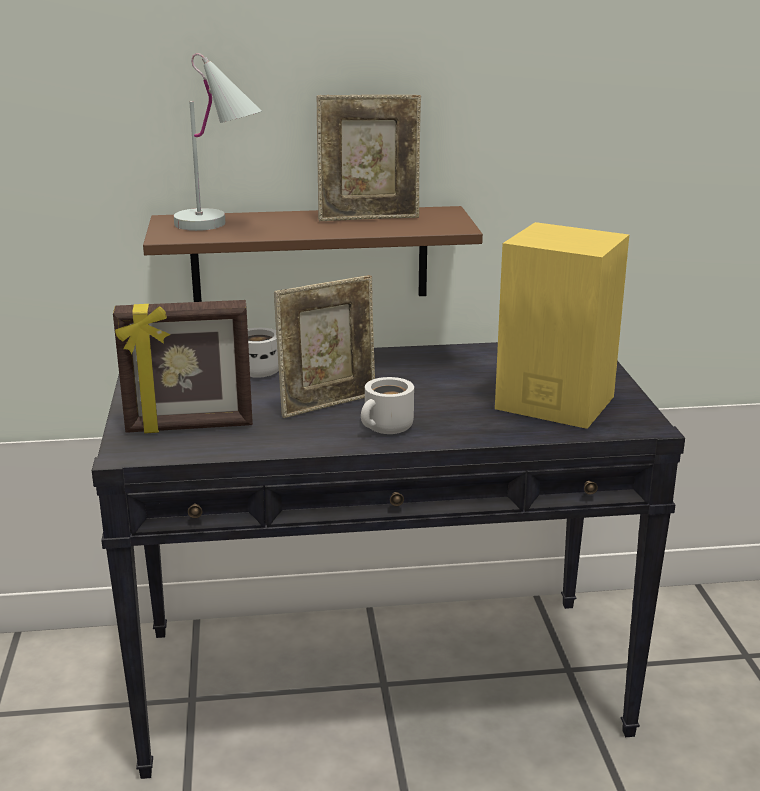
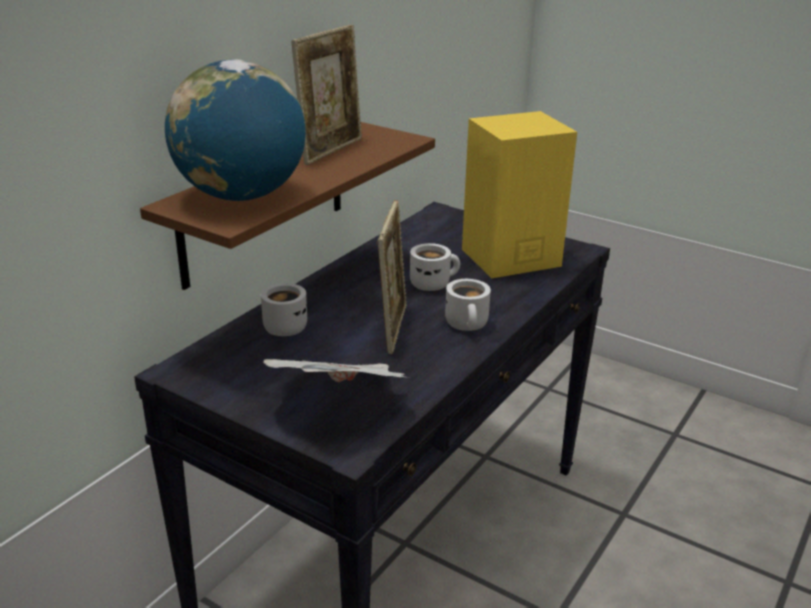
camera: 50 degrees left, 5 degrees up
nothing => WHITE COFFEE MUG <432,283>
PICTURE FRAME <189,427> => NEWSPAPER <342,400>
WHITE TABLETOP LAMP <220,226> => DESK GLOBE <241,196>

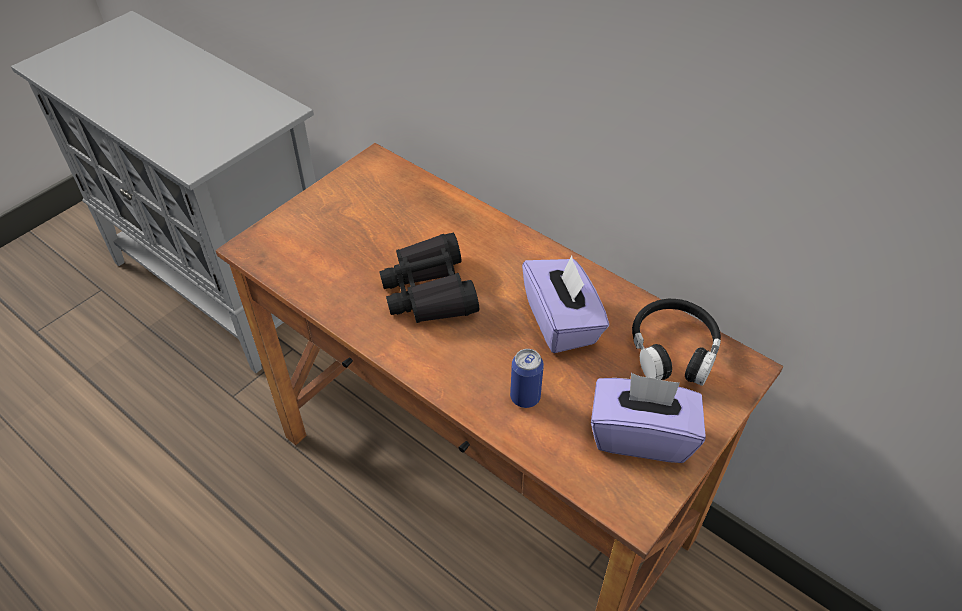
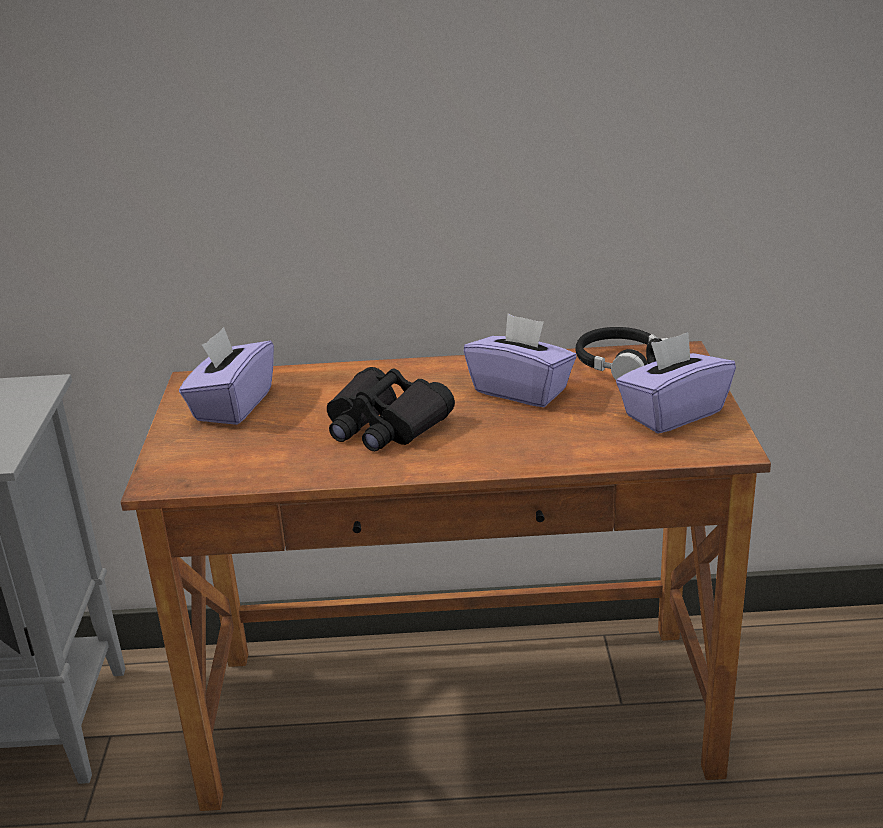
camera: 40 degrees left, 20 degrees down
SEALED CAN <525,397> => nothing
nothing => PURPLE-COLOURED BOX OF TISSUES <232,405>

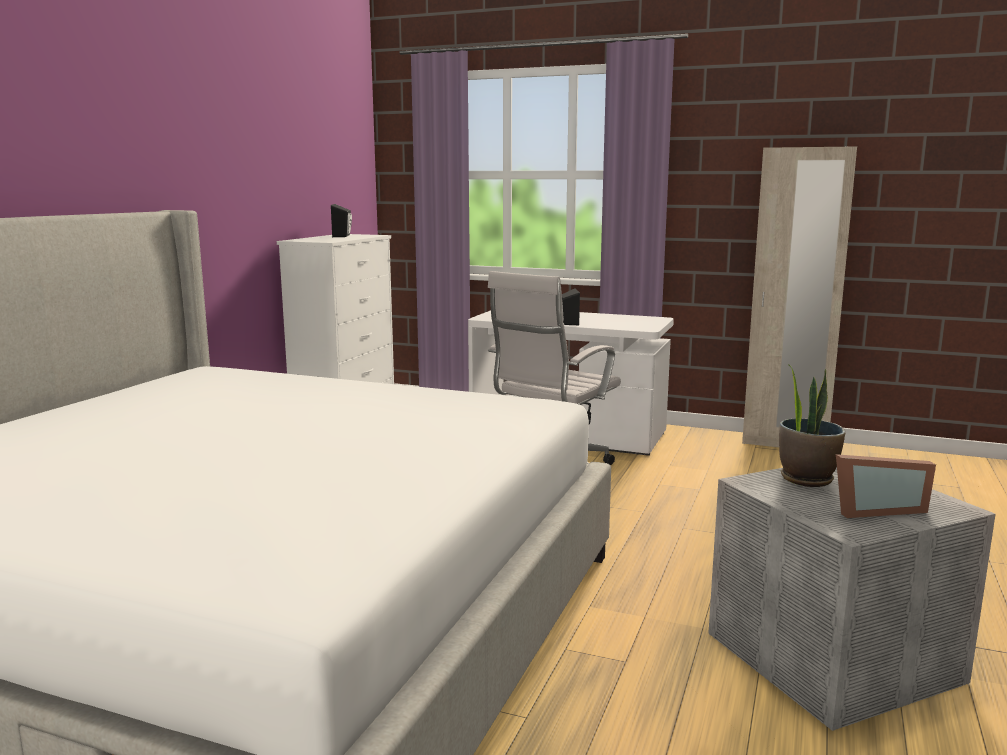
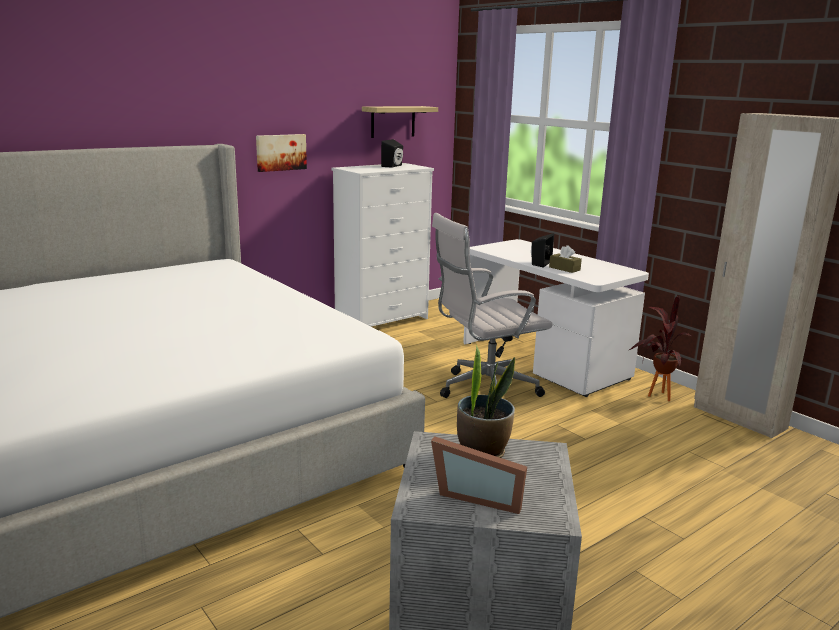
camera: 30 degrees right, 5 degrees up
nothing => WALL ART <280,152>
nothing => WALL SHELF <393,121>
nothing => BROWN BOX OF TISSUES <564,268>
nothing => HOUSEPLANT <654,397>

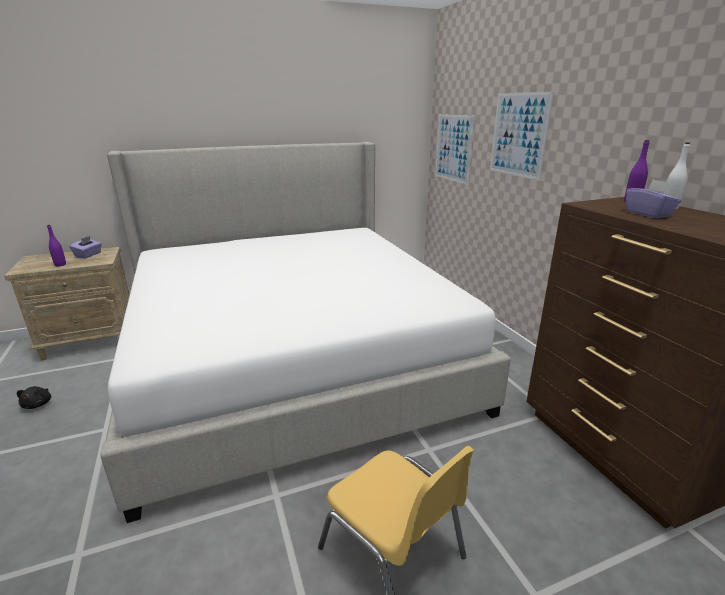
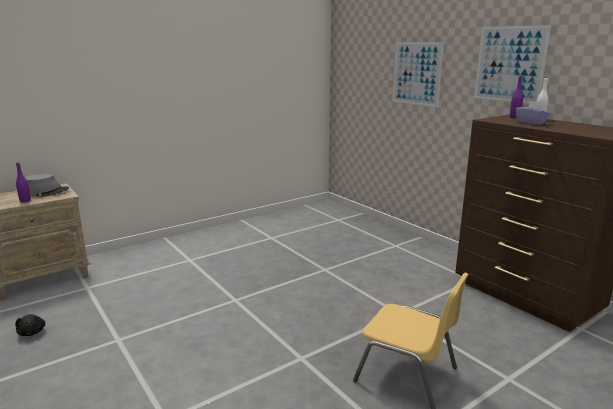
camera: 15 degrees left, 5 degrees down
BED <293,360> => nothing
WALL ART <453,148> => WALL ART <510,64>, moved
PURPLE-COLOURED BOX OF TISSUES <88,255> => GREYISH CLOTHING HAT <44,192>

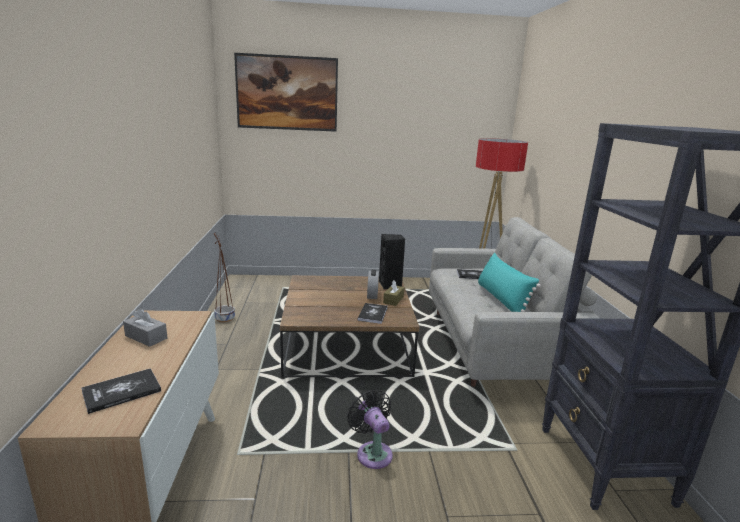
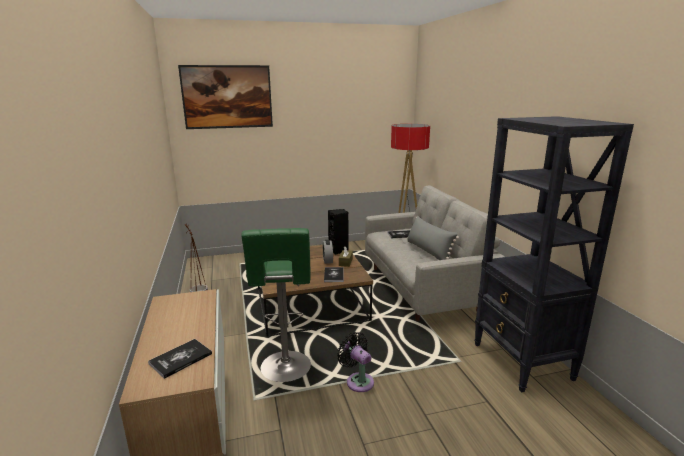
camera: 10 degrees left, 0 degrees up
GREYISH BOX OF TISSUES <146,337> => nothing
nothing => GREENISH SITTING STOOL <286,369>
TURQUOISE-COLOURED THROW PILLOW <501,300> => GREYISH THROW PILLOW <428,251>

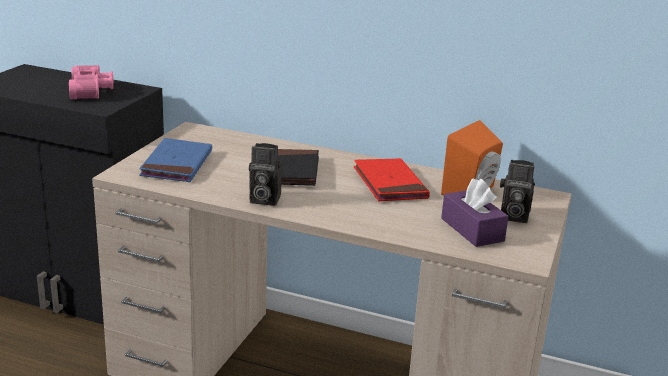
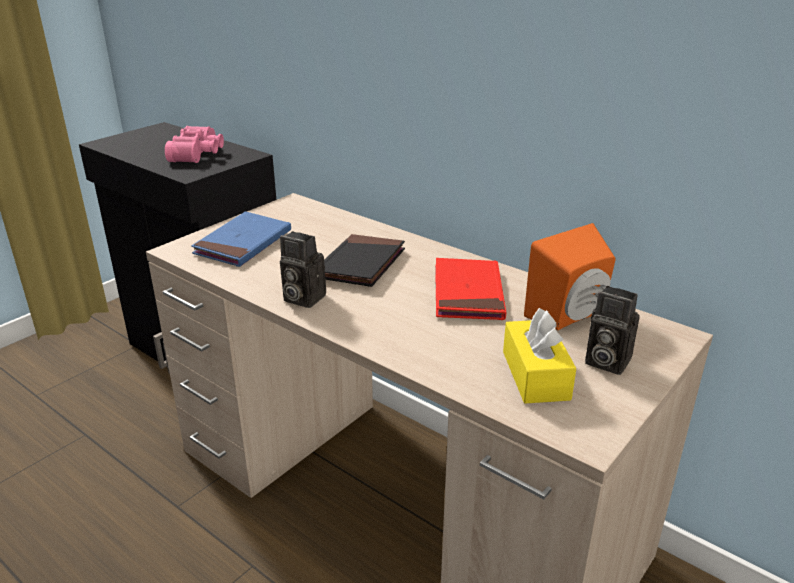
camera: 20 degrees right, 5 degrees up
PURPLE-COLOURED BOX OF TISSUES <472,230> => YELLOWISH BOX OF TISSUES <535,375>

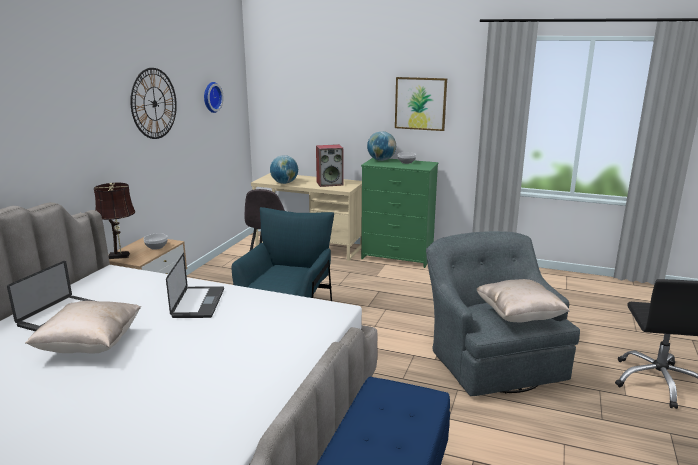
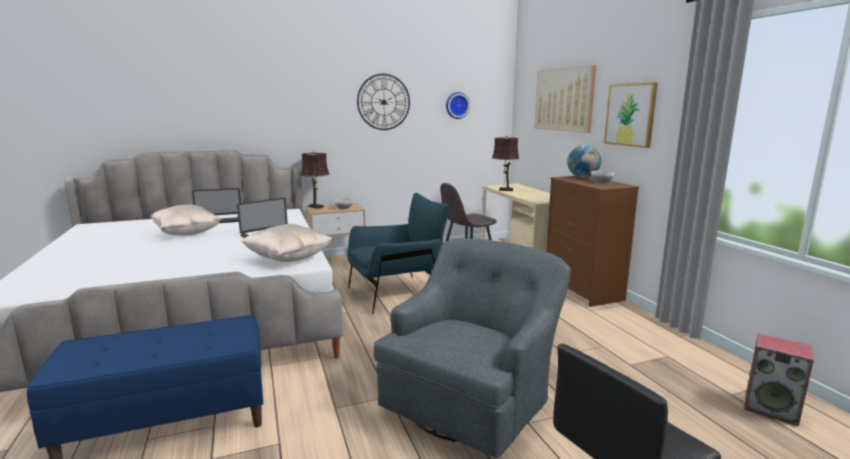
camera: 50 degrees right, 5 degrees down
nothing => WALL ART <563,99>
AUDIO SPEAKER <330,183> => AUDIO SPEAKER <772,409>, moved
SAND-COLOURED THROW PILLOW <518,316> => SAND-COLOURED THROW PILLOW <288,259>, moved
DESK GLOBE <284,183> => BROWN TABLETOP LAMP <504,190>
GREENISH DRESSER <398,257> => BROWN DRESSER <583,290>

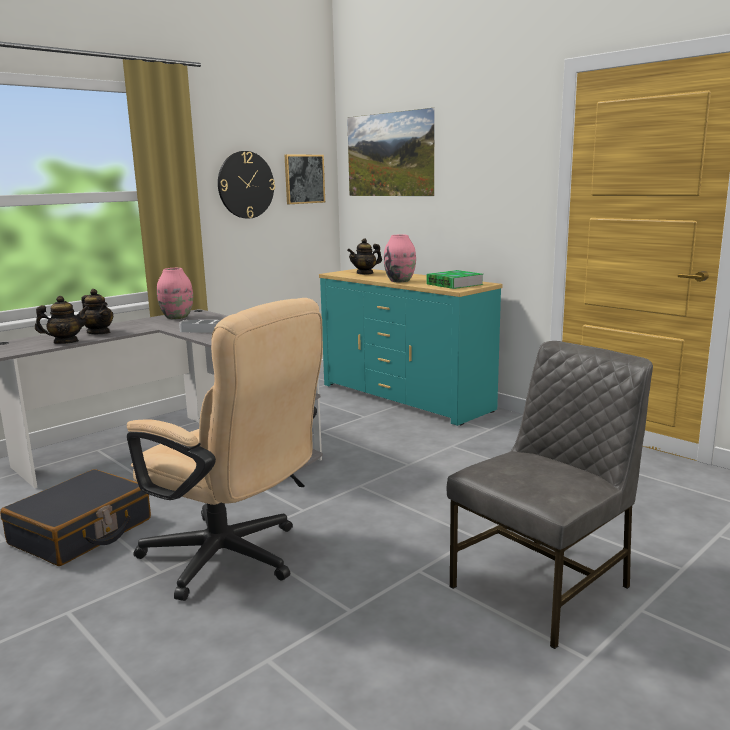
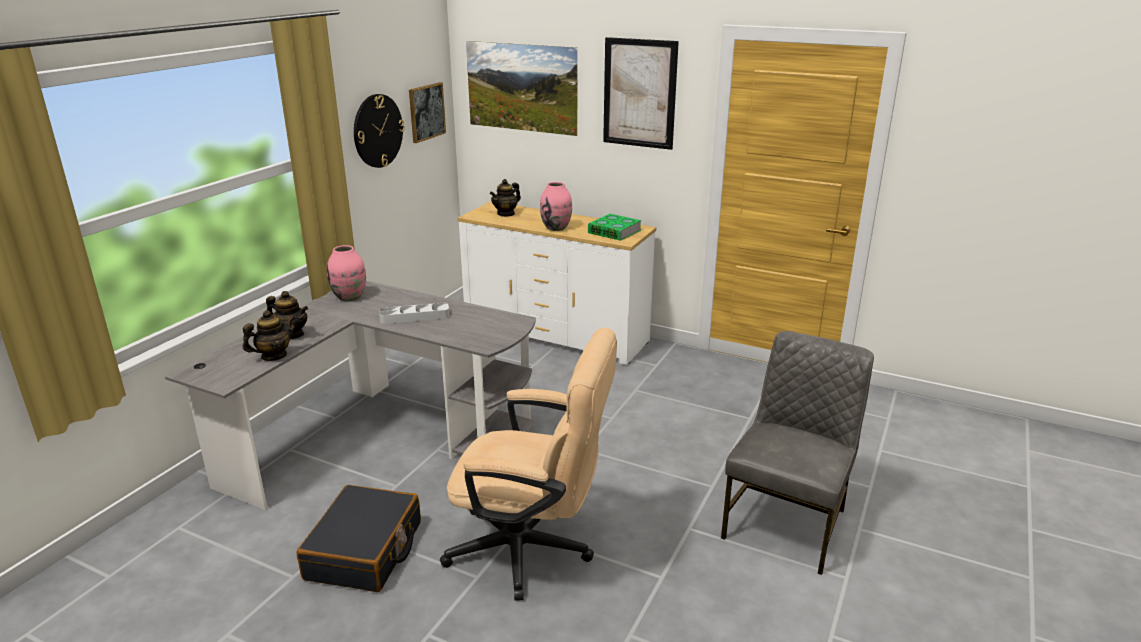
camera: 20 degrees left, 10 degrees up
nothing => WALL ART <639,93>
TURQUOISE-COLOURED DRESSER <405,397> => WHITE DRESSER <556,334>

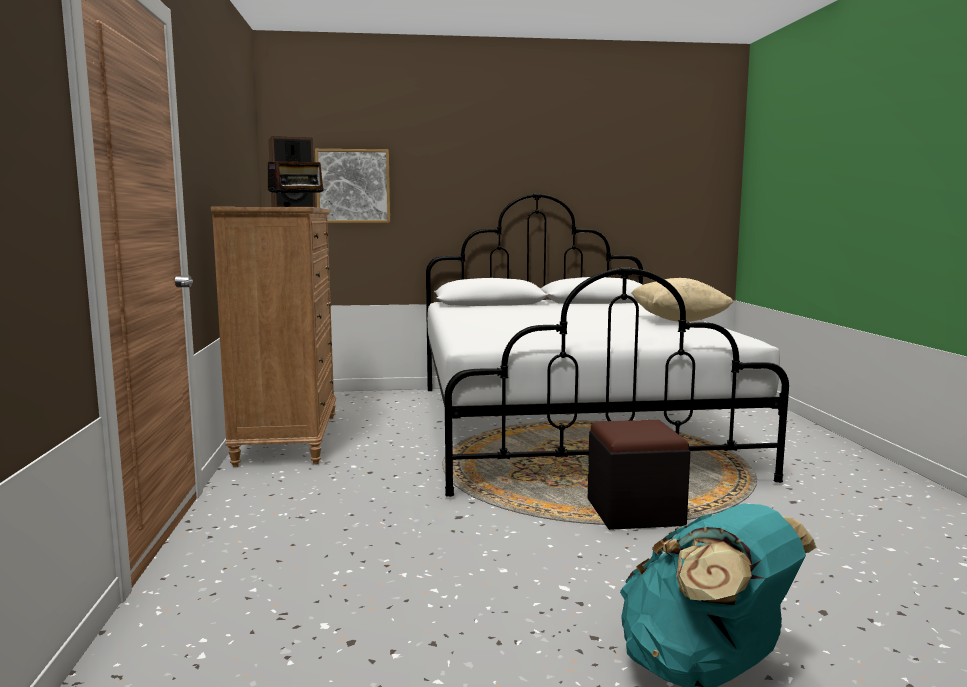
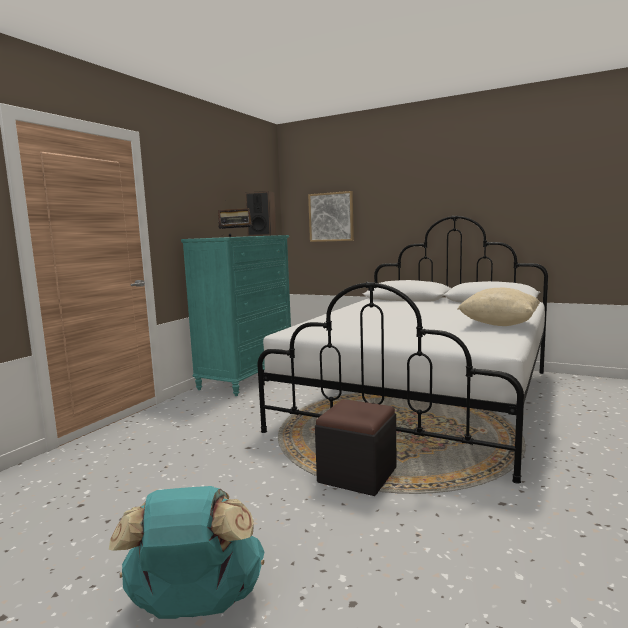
camera: 35 degrees right, 0 degrees up
BROWN DRESSER <287,439> => TURQUOISE-COLOURED DRESSER <247,378>

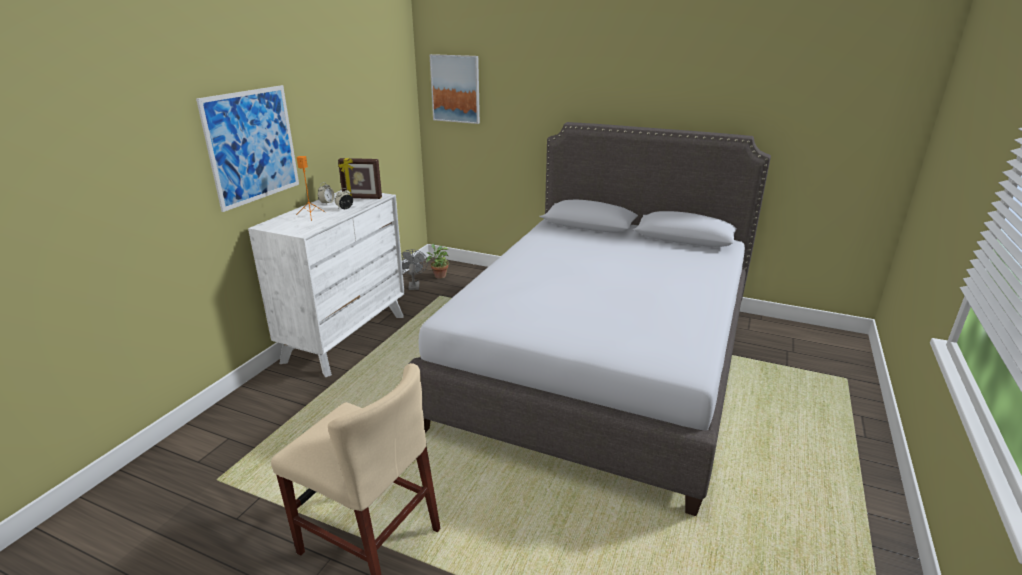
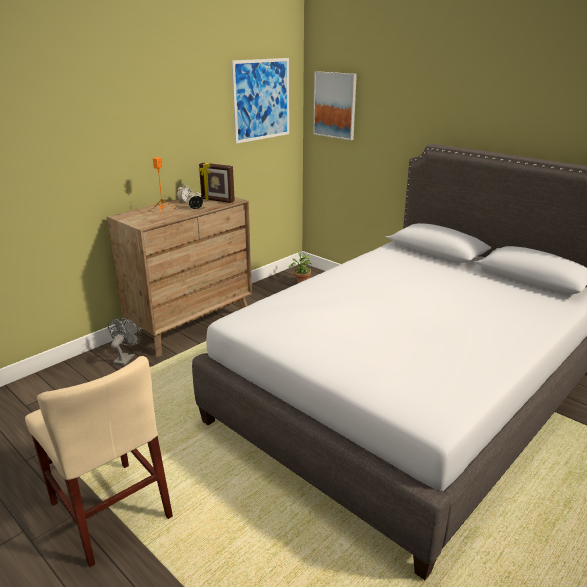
camera: 20 degrees right, 0 degrees up
WALL ART <252,146> => WALL ART <261,100>, moved
GREYISH COOLING FAN <413,285> => GREYISH COOLING FAN <125,358>, moved
WHITE DRESSER <345,337> => BROWN DRESSER <191,325>

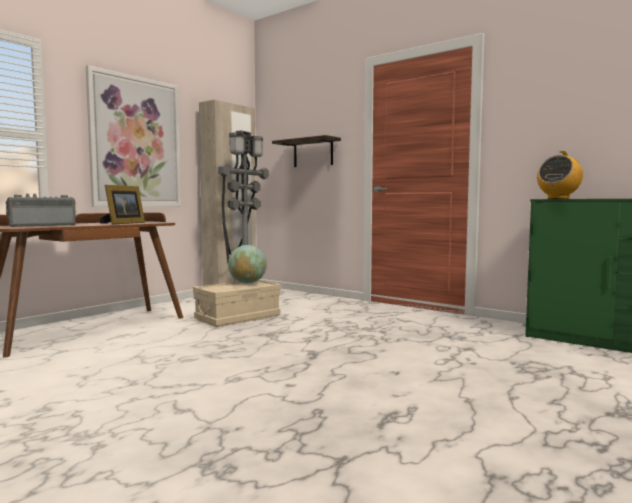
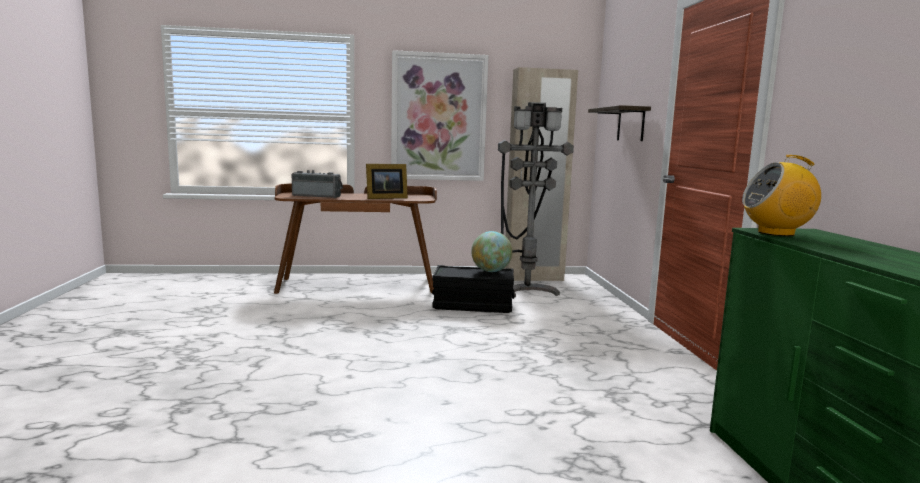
camera: 45 degrees right, 5 degrees up
SAND-COLOURED STORAGE BIN <238,317> => BLACK STORAGE BIN <473,305>

